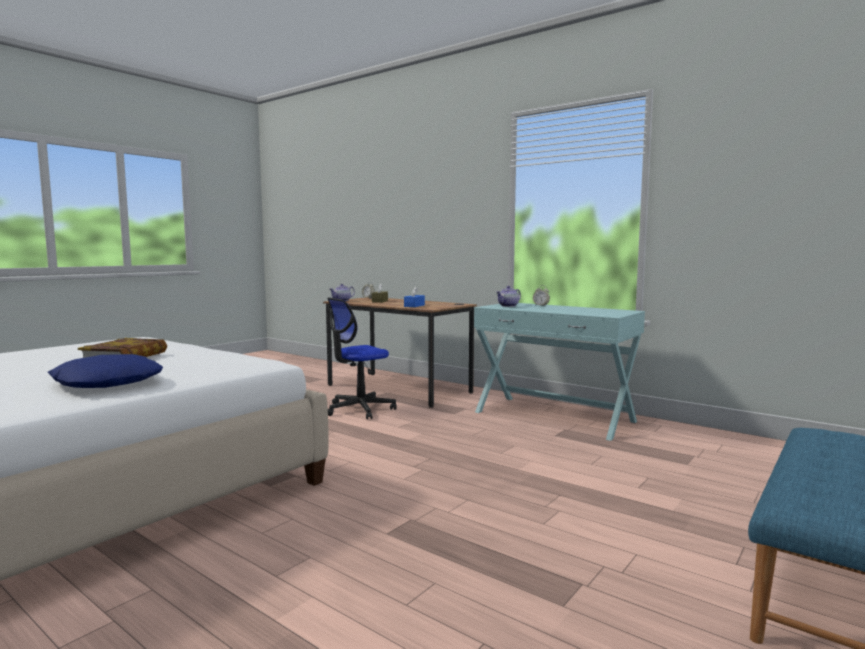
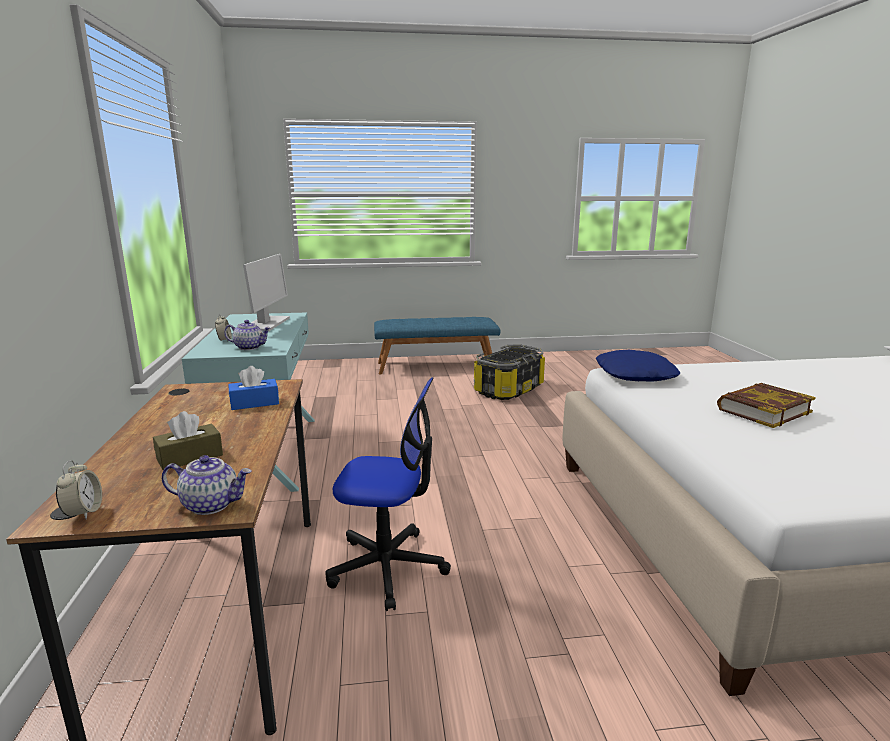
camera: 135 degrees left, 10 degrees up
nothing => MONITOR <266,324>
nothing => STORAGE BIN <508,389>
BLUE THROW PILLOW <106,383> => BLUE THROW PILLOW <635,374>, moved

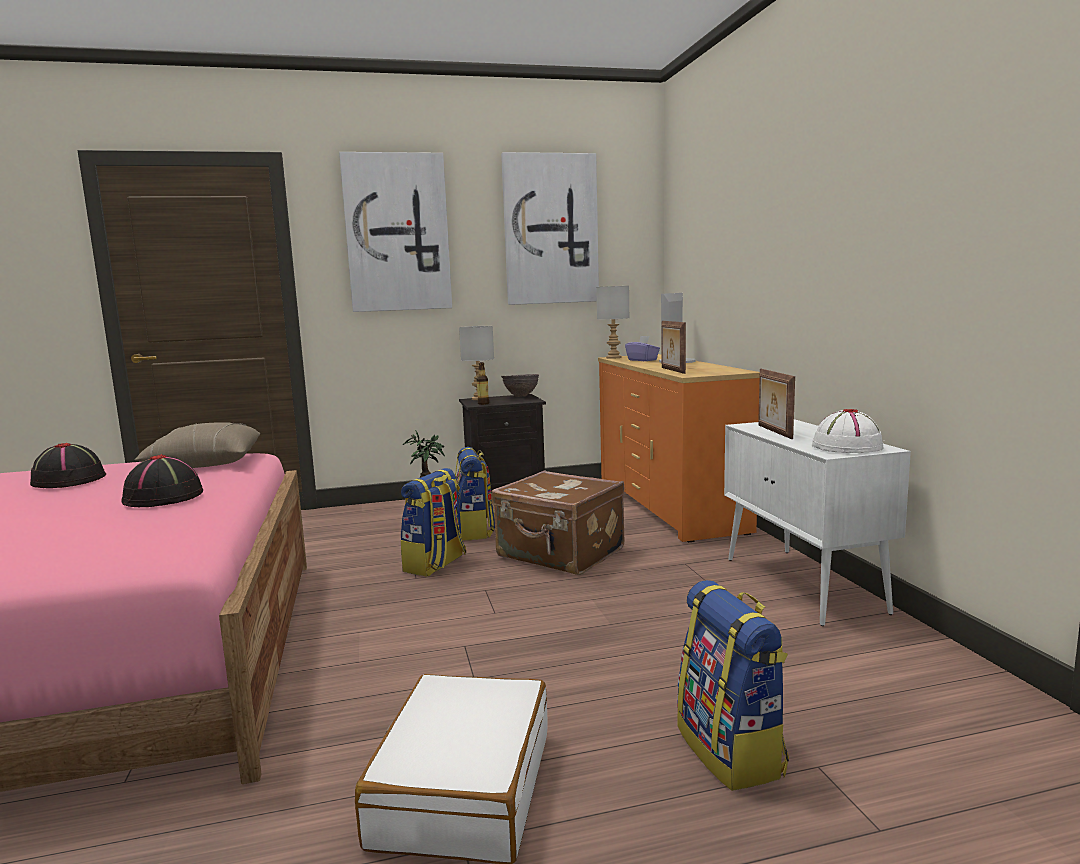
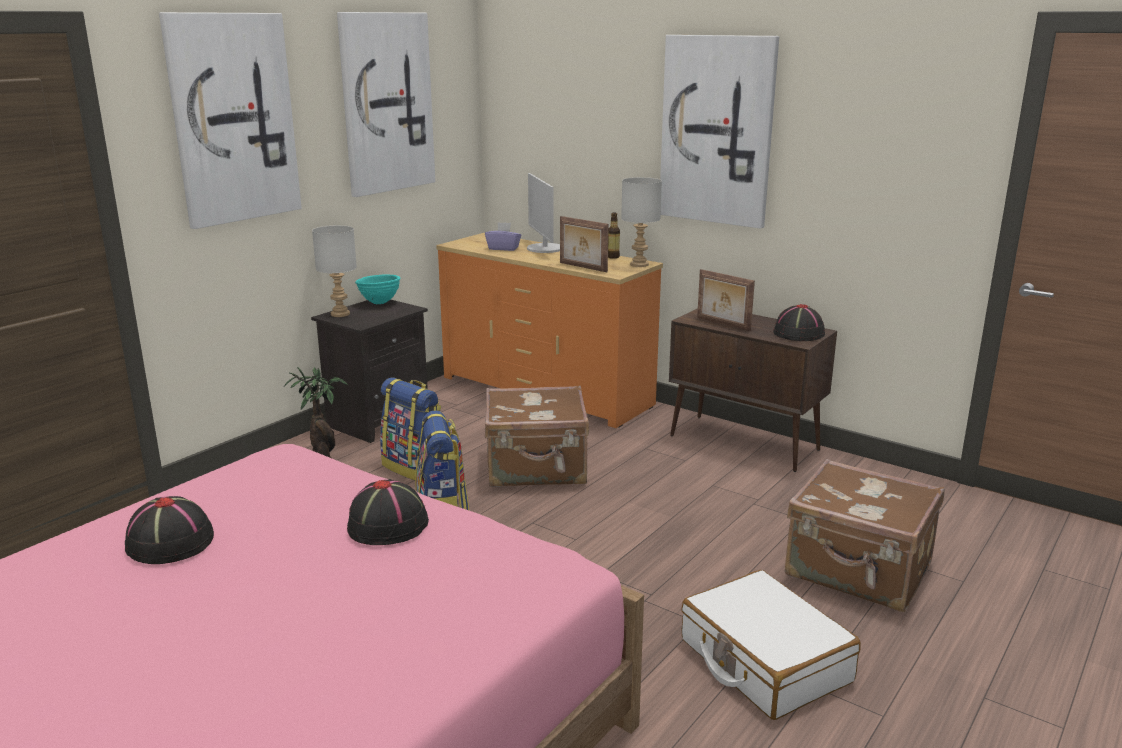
camera: 40 degrees left, 10 degrees up
SAND-COLOURED THROW PILLOW <205,464> => nothing
nothing => WALL ART <717,130>
BEVERAGE BOTTLE <483,403> => BEVERAGE BOTTLE <613,257>, moved
GREYISH TABLETOP LAMP <613,357> => GREYISH TABLETOP LAMP <638,264>, moved
BACKPACK <732,751> => BROWN SUITCASE <858,572>
BROWN SERVING BOWL <521,396> => TURQUOISE-COLOURED SERVING BOWL <379,303>
WHITE CABINET <803,585> => BROWN CABINET <745,443>
WHITE CLOTHING HAT <846,447> => BLACK CLOTHING HAT <798,334>

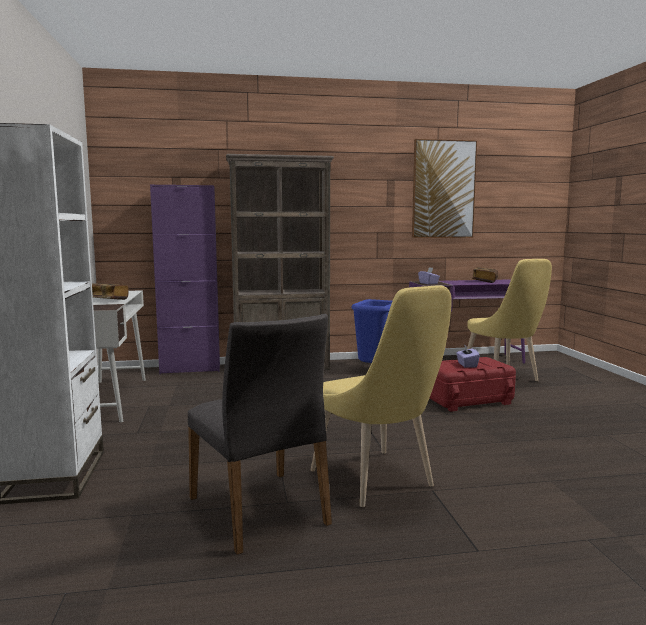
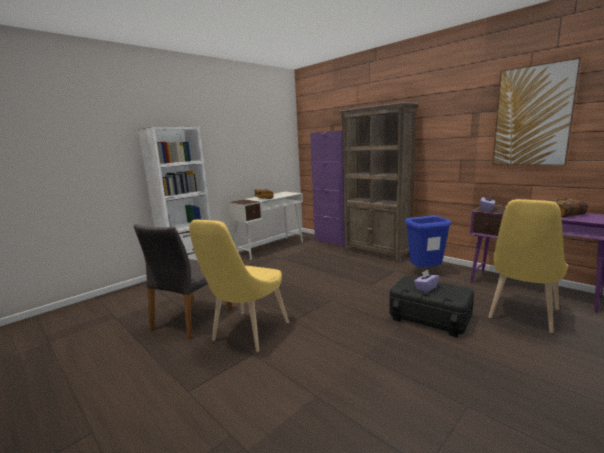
camera: 55 degrees right, 5 degrees up
RED-COLOURED STORAGE BIN <466,400> => BLACK STORAGE BIN <430,318>

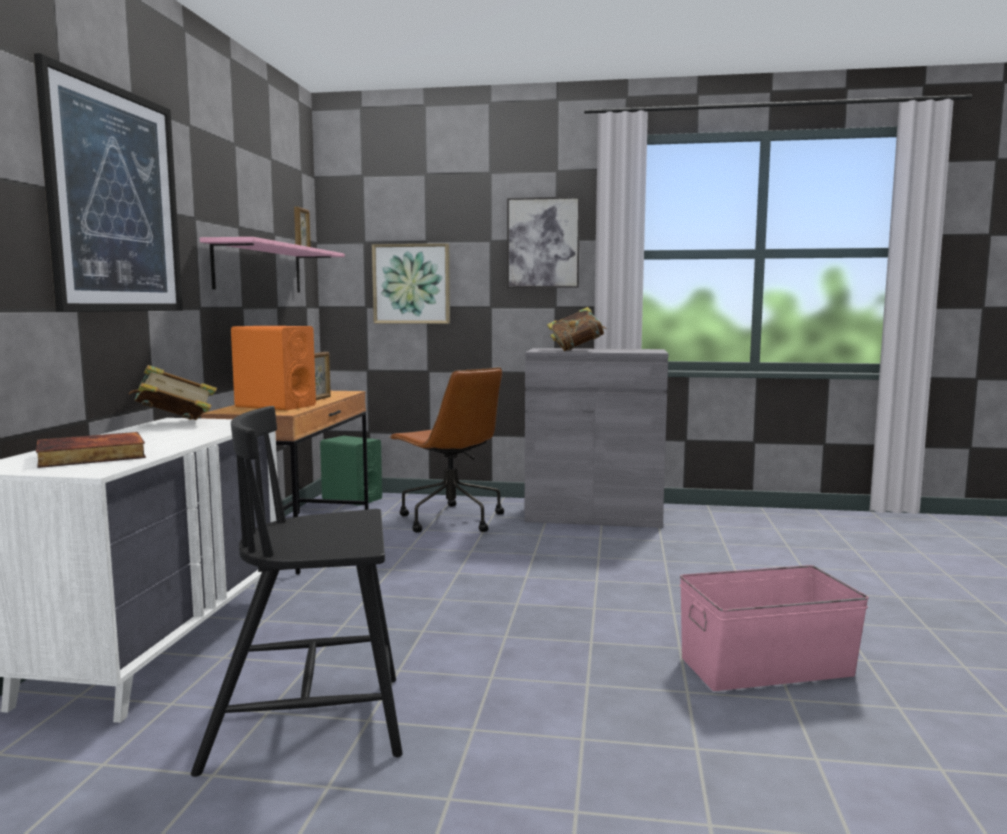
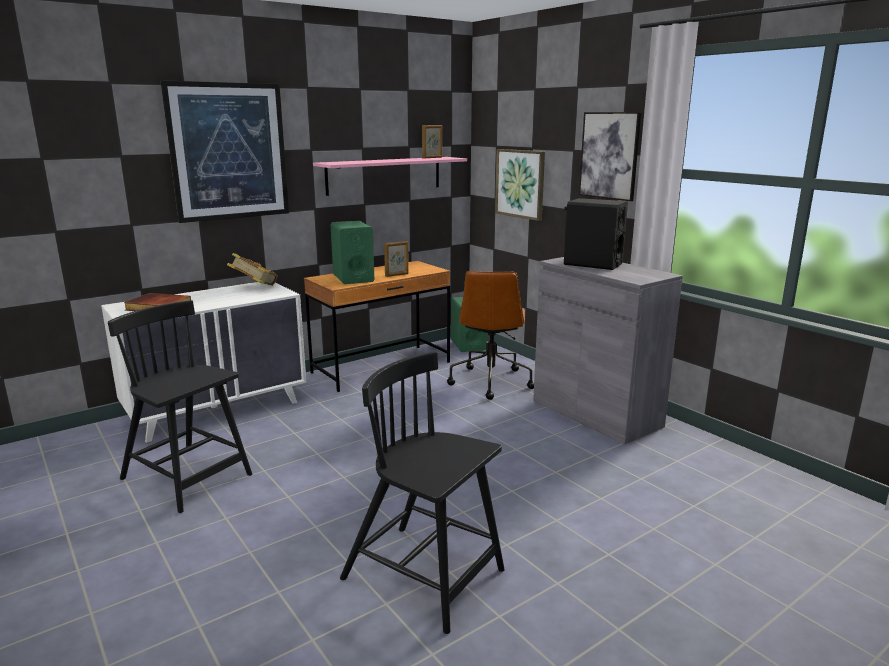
camera: 45 degrees right, 10 degrees up
BOUND BOOK <576,350> => BLACK AUDIO SPEAKER <592,264>
PINK STORAGE BIN <765,666> => BLACK CHAIR <425,576>
ORANGE AUDIO SPEAKER <275,406> => GREENISH AUDIO SPEAKER <353,278>

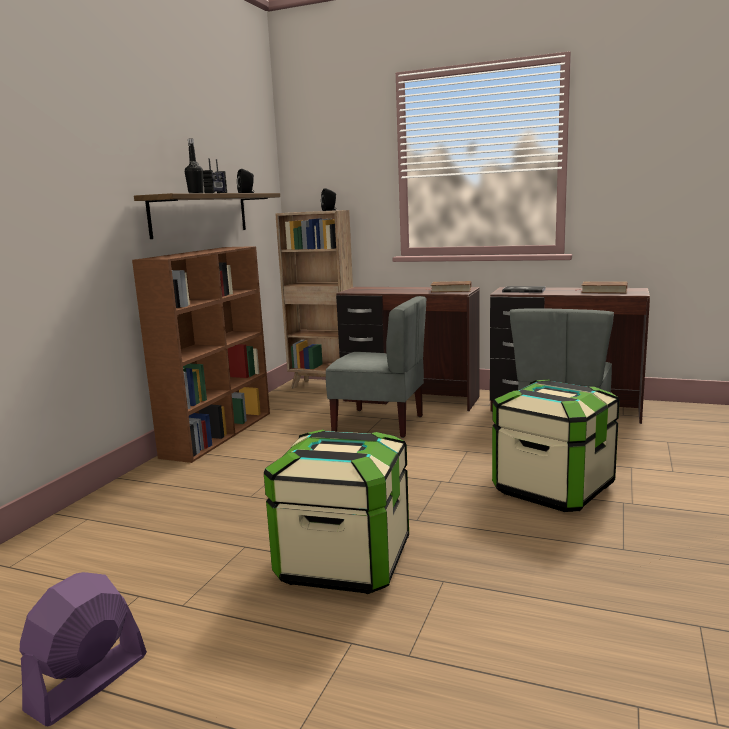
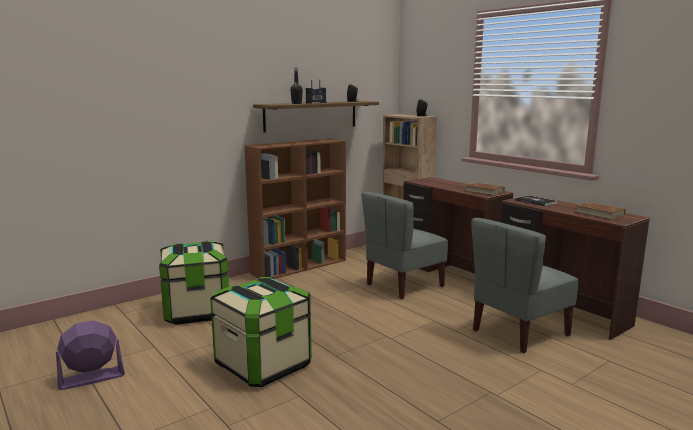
camera: 30 degrees right, 0 degrees up
STORAGE BIN <553,489> => STORAGE BIN <197,311>, moved
GREYISH CHAIR <379,424> => GREYISH CHAIR <403,285>, 90 degrees clockwise

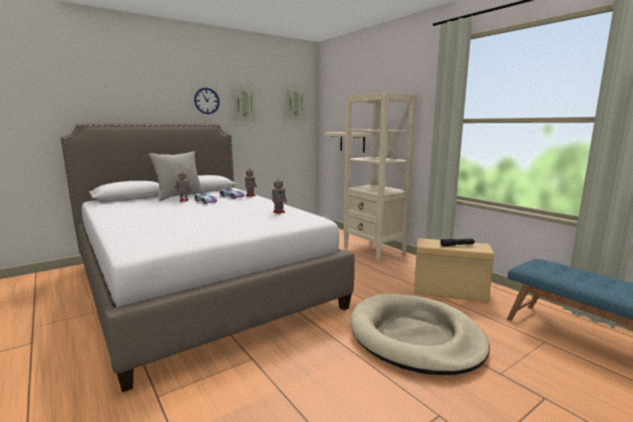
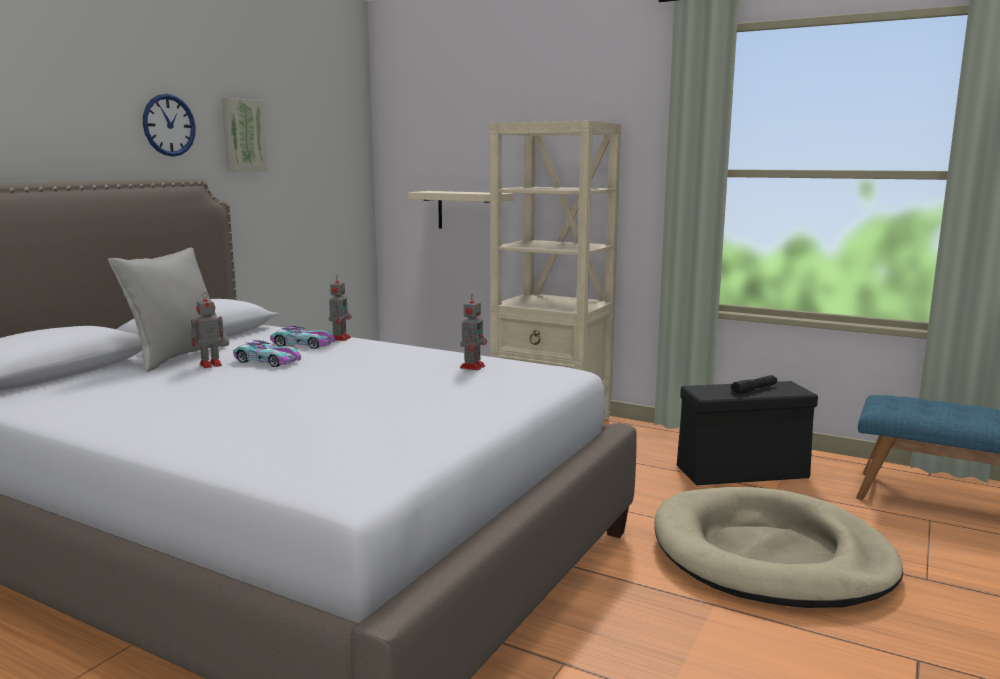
camera: 25 degrees left, 0 degrees up
WALL ART <295,105> => nothing
SAND-COLOURED STORAGE BIN <450,292> => BLACK STORAGE BIN <743,471>

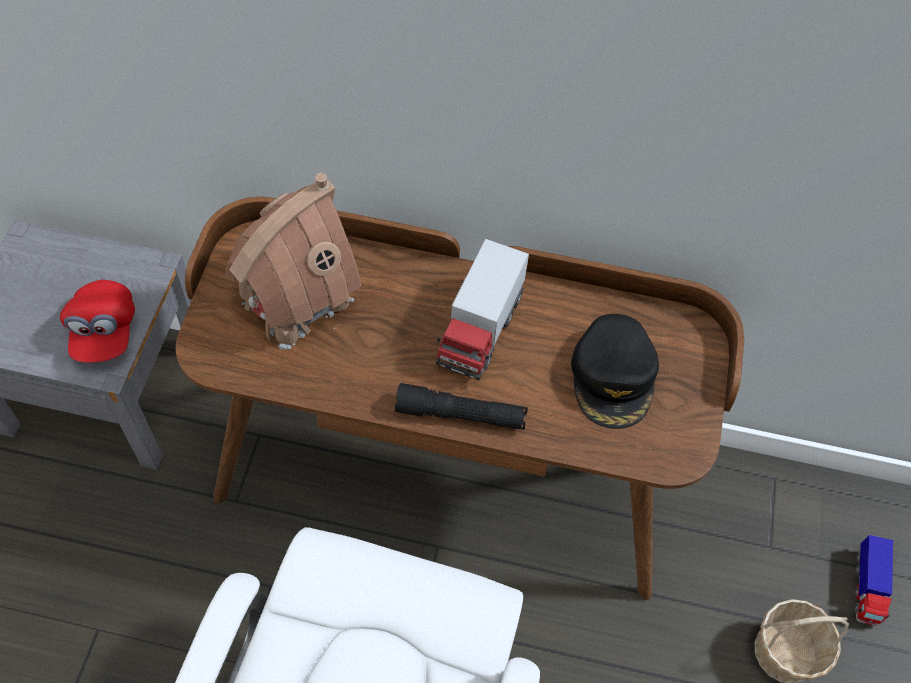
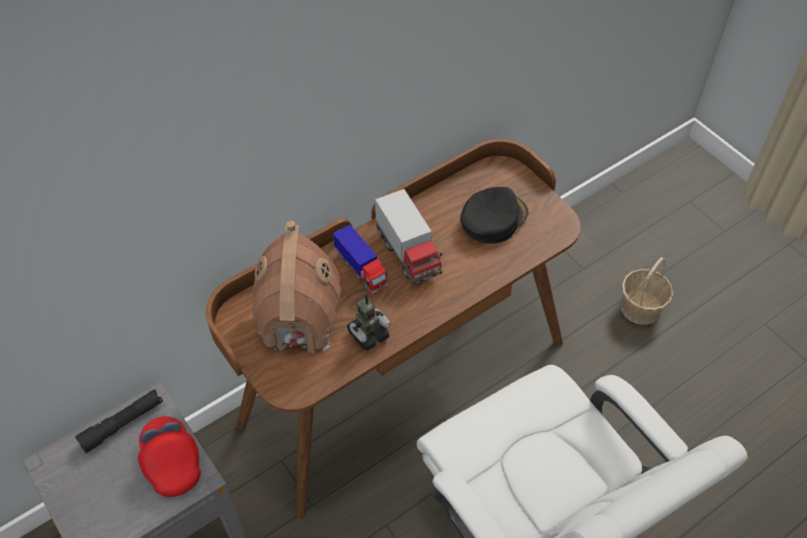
camera: 45 degrees left, 5 degrees down
nothing => TOY ROBOT <368,335>
BLACK TORCH <460,414> => BLACK TORCH <122,424>, moved
MODEL TRUCK <866,587> => MODEL TRUCK <361,269>, moved
RED-COLOURED CAP <104,332> => RED-COLOURED CAP <172,462>, 150 degrees counterclockwise
BLACK CAP <614,377> => BLACK CAP <492,218>, 90 degrees counterclockwise

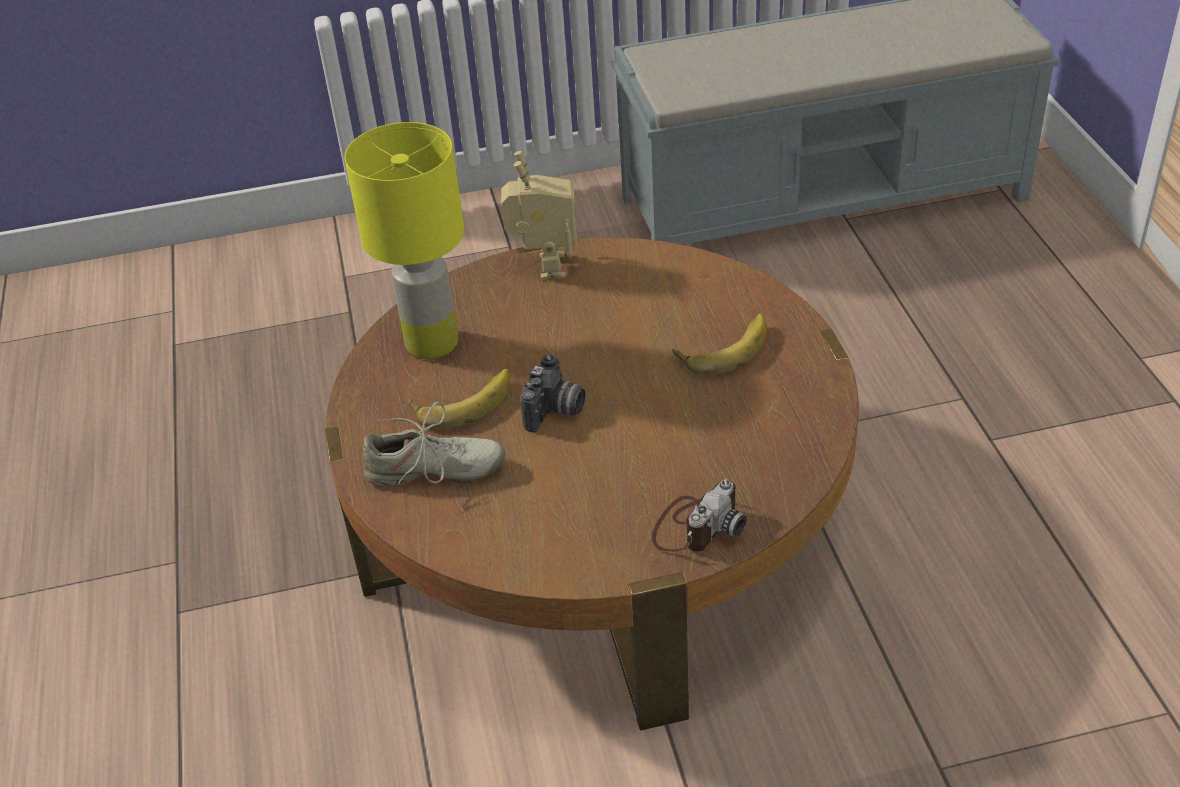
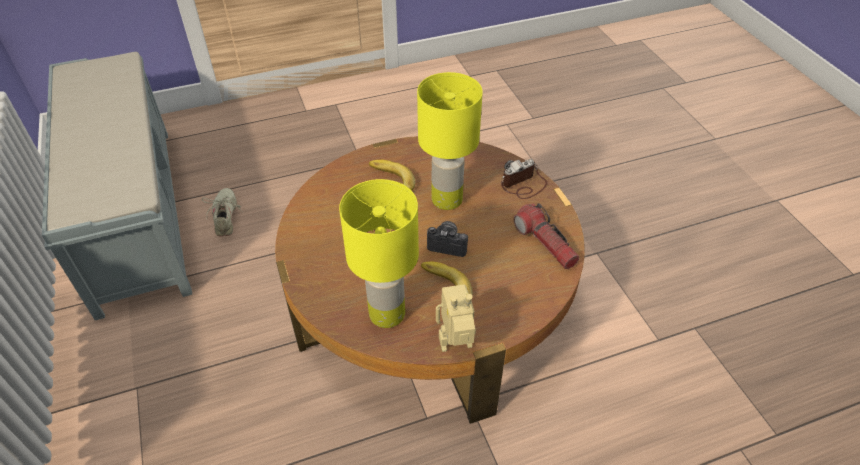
camera: 100 degrees left, 5 degrees up
nothing => YELLOWISH TABLETOP LAMP <448,200>
nothing => TORCH <545,243>
SAND-COLOURED LOW SHOE <434,472> => SAND-COLOURED LOW SHOE <226,217>, moved
TOY ROBOT <544,267> => TOY ROBOT <456,347>, moved
STILL CAMERA <696,525> => STILL CAMERA <523,185>, 60 degrees counterclockwise

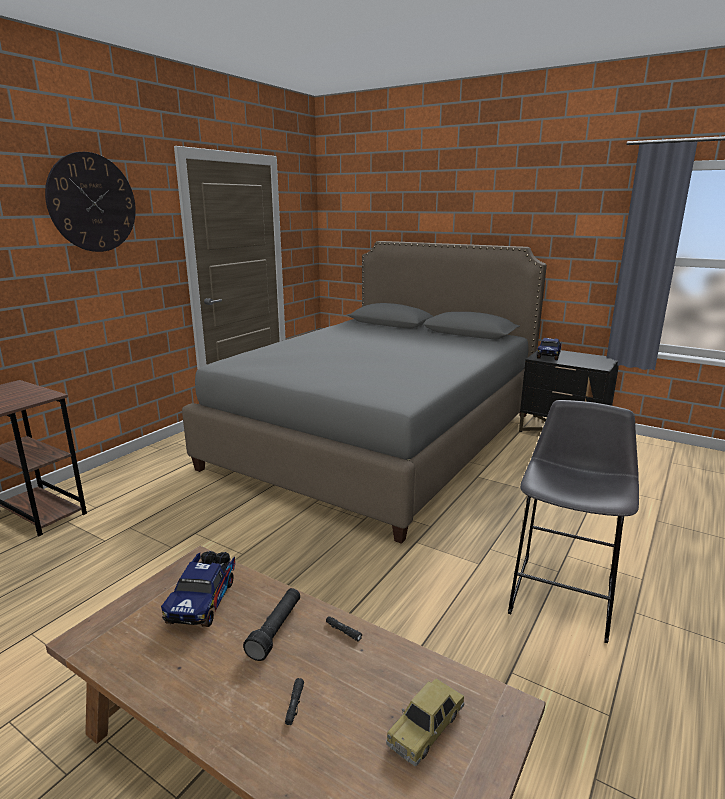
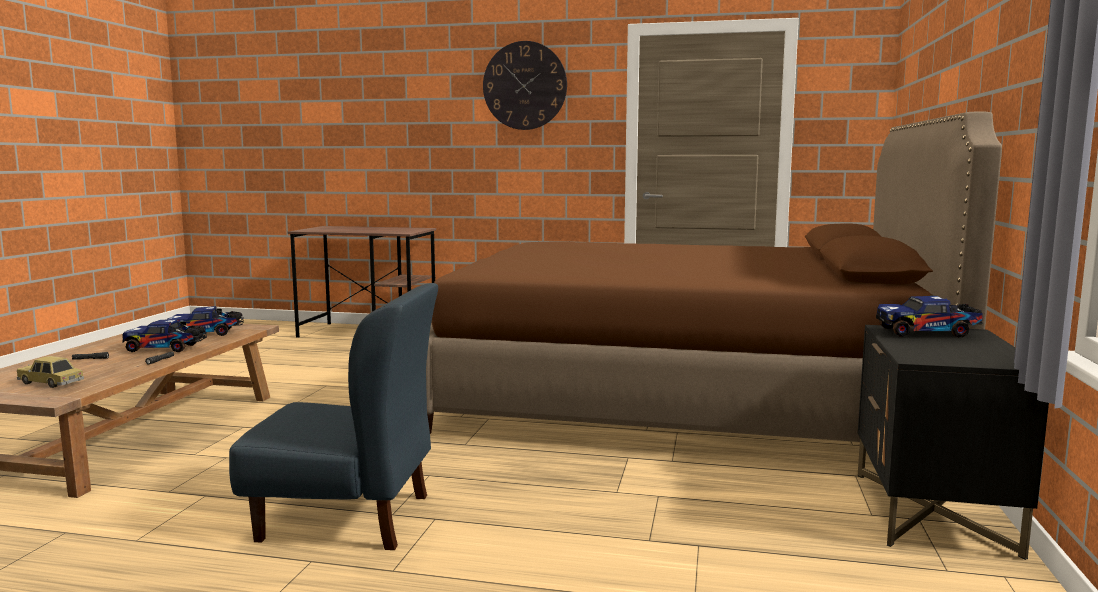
camera: 70 degrees right, 10 degrees down
BLACK TORCH <276,630> => MODEL TRUCK <167,349>
GREYISH SITTING STOOL <564,591> => BLUE CHAIR <347,517>
GREYISH BED <379,439> => BROWN BED <681,399>

